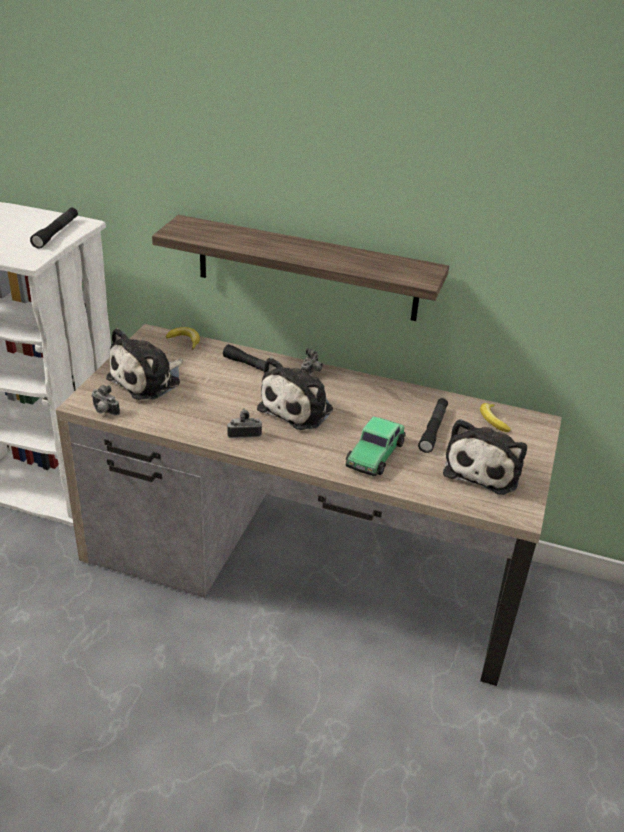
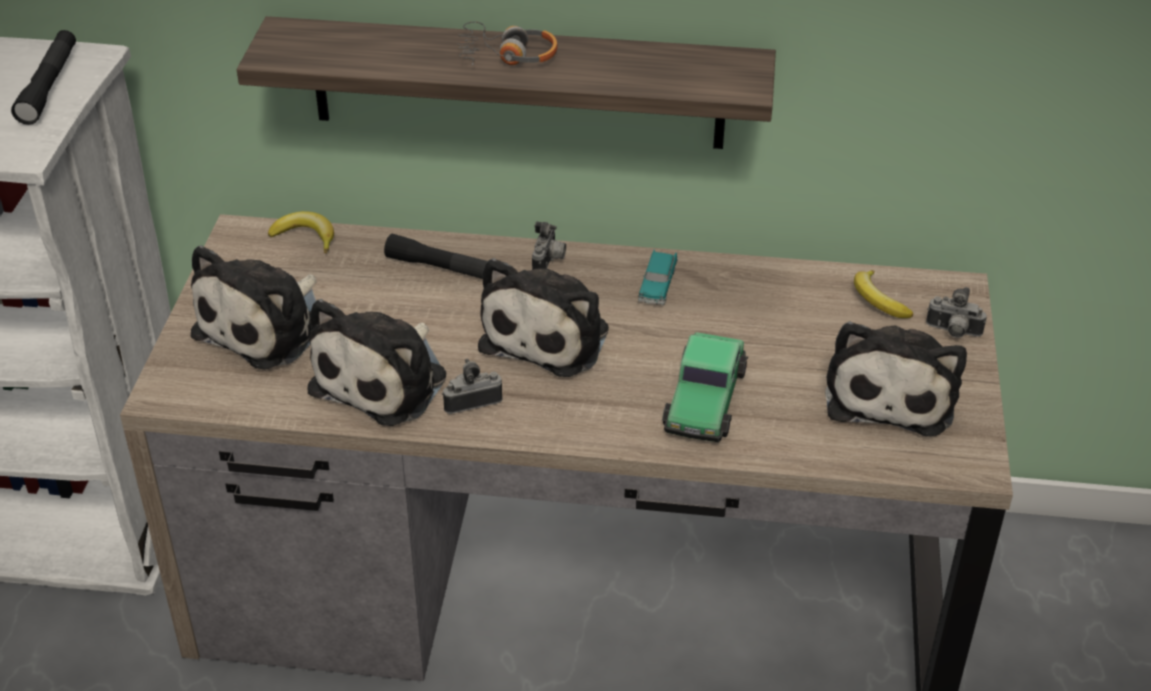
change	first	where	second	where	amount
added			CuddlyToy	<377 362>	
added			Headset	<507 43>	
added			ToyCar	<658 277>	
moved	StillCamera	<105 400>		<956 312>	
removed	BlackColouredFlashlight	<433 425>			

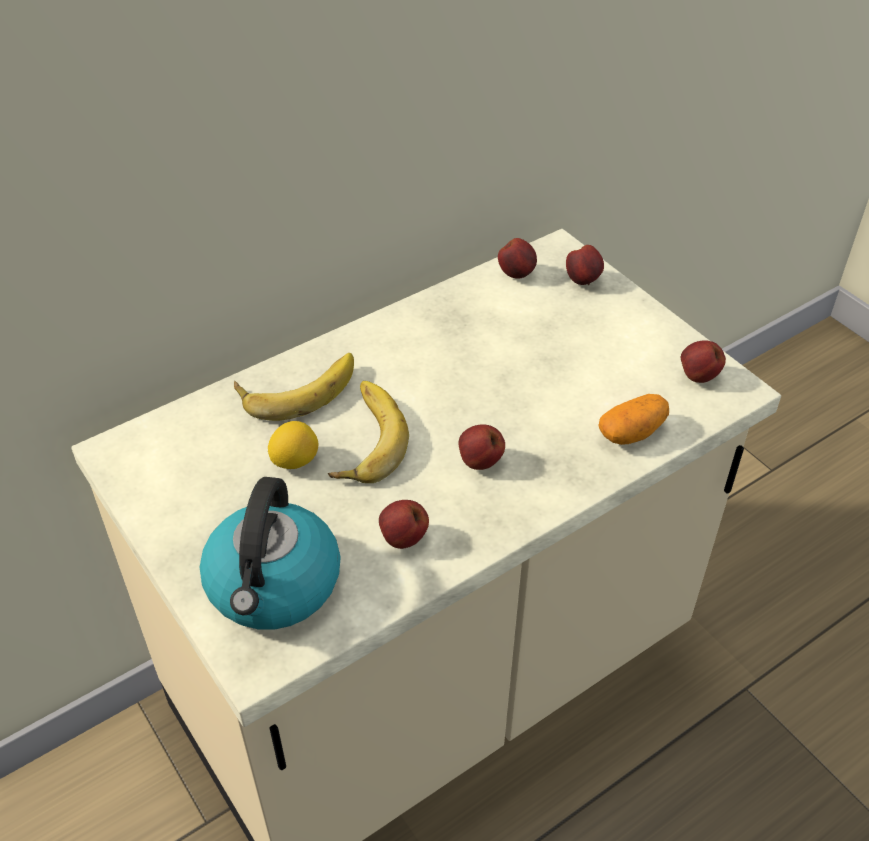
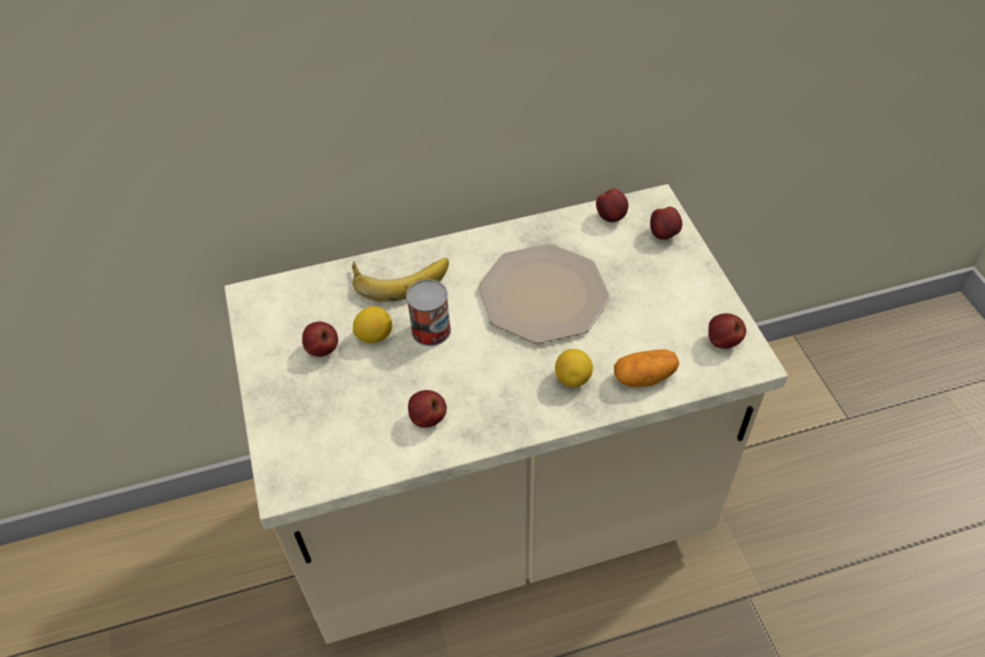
change	first	where	second	where	amount
moved	AppleFruit	<481 447>		<320 339>	
replaced	Banana	<368 432>	MetalCan	<428 312>	
added			Plate	<544 293>	
added			Lemon	<574 368>	
removed	TeaKettle	<270 553>			

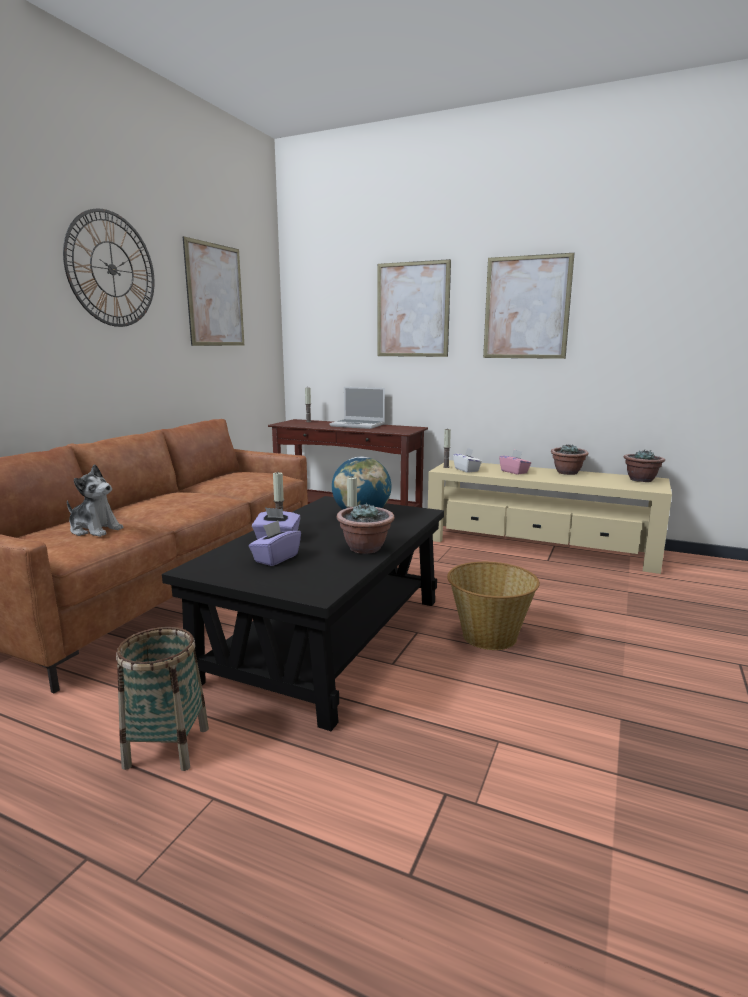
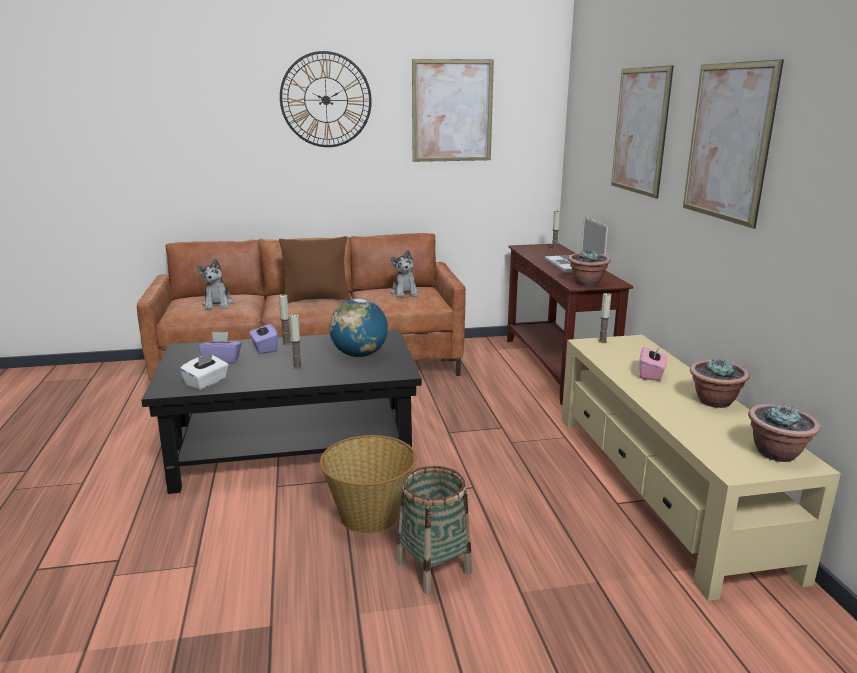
change	first	where	second	where	amount
moved	WhiteTissueHolder	<467 460>		<204 371>	
added			BrownPillow	<315 269>	
added			CuddlyToy	<405 274>	
moved	HouseholdBasket	<162 699>		<434 529>	
moved	PlantInAPot	<365 528>		<589 268>	

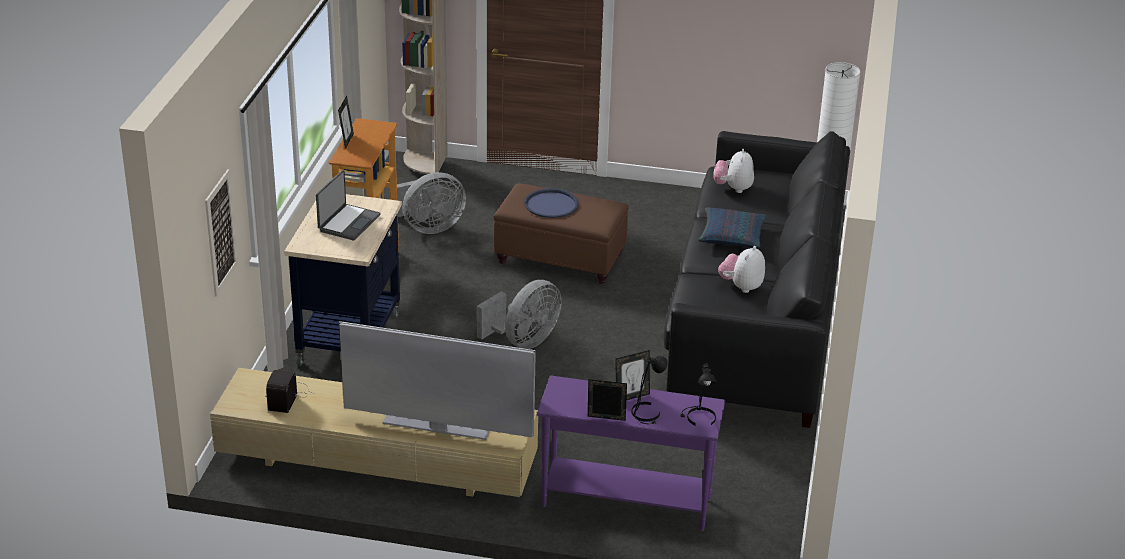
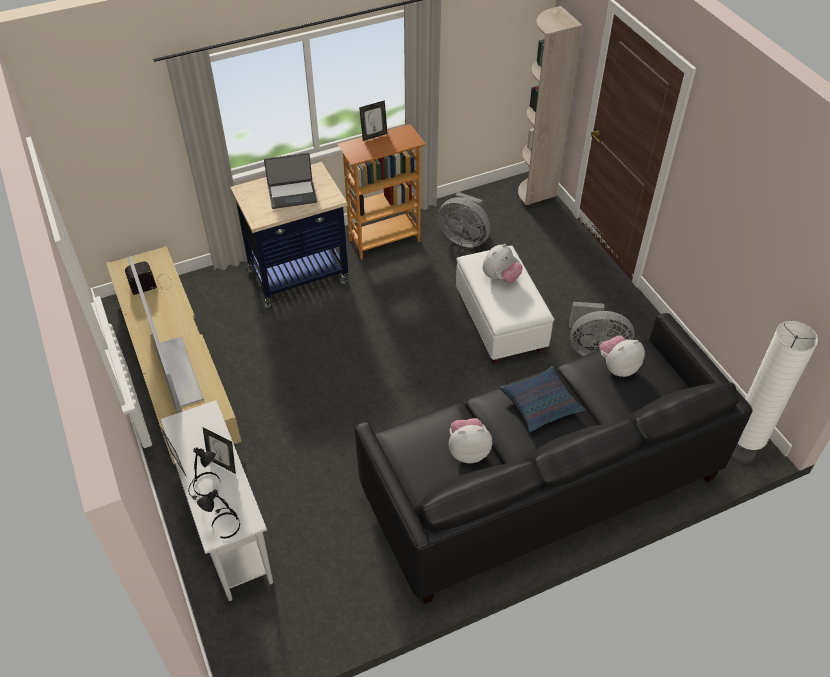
change	first	where	second	where	amount
recoloured	PurplishHallTable	<631 453>	WhiteHallTable	<216 500>	
recoloured	BrownFootrest	<561 233>	WhiteFootrest	<505 305>	
replaced	BlueColouredTray	<551 203>	CuddlyToy	<503 263>	
moved	GreyishFan	<519 314>		<602 329>	
removed	Picture	<221 233>			

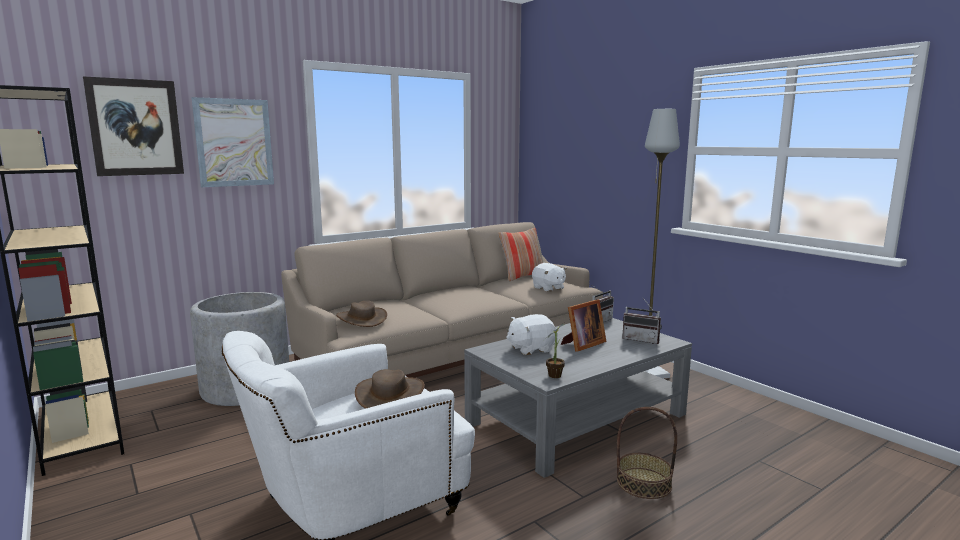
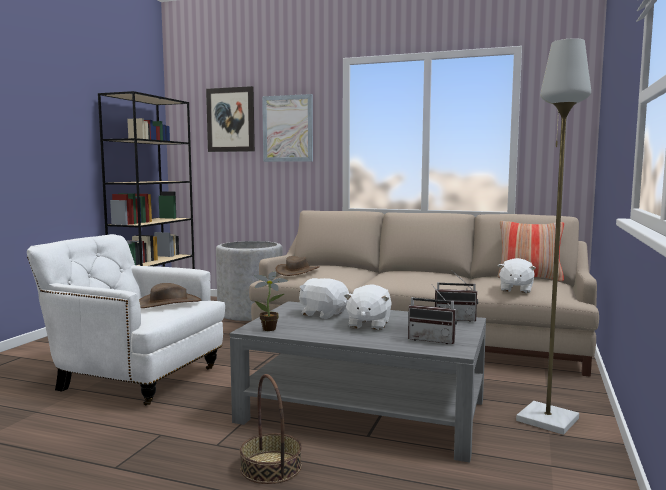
change	first	where	second	where	amount
replaced	StandingFrame	<583 325>	WhiteCuddlyToy	<368 307>	
turned	RadioReceiver	<642 320>		<432 314>	60 degrees counterclockwise

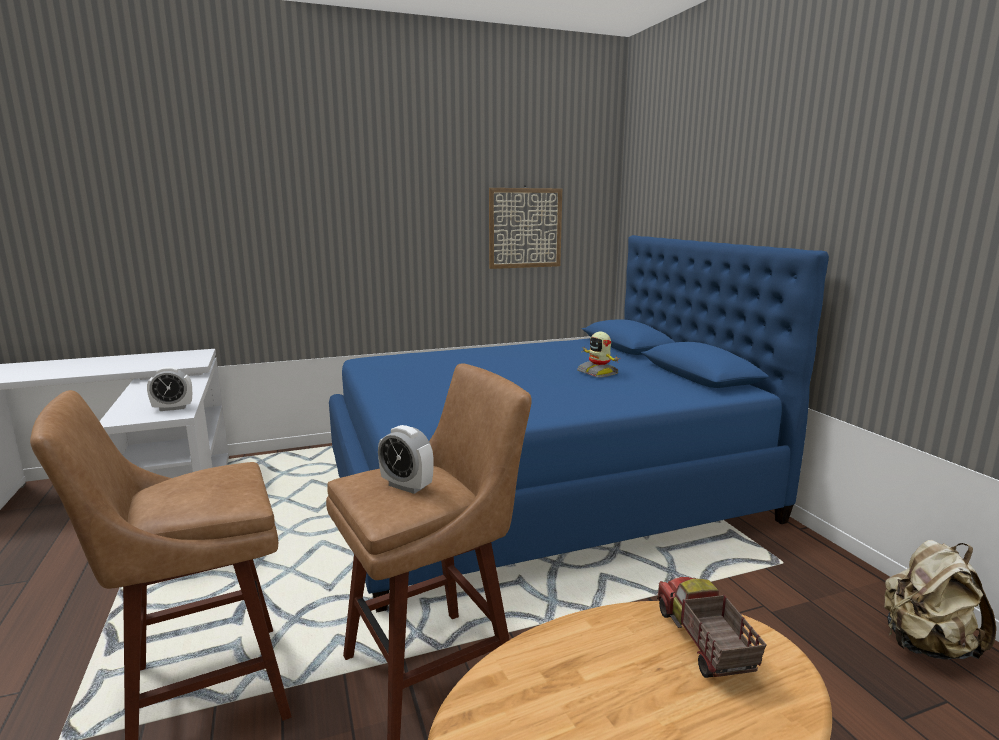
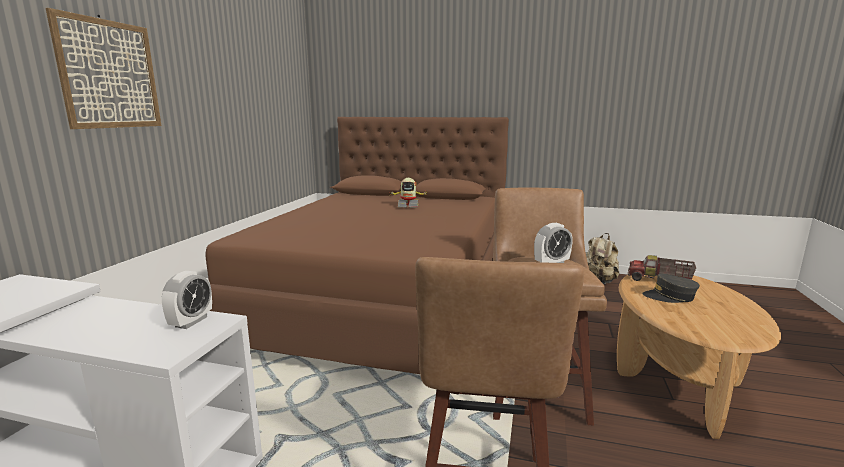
change	first	where	second	where	amount
moved	Picture	<525 227>		<103 68>	
recoloured	BlueColouredBed	<579 424>	BrownBed	<357 256>	
added			GreyishCap	<671 288>	

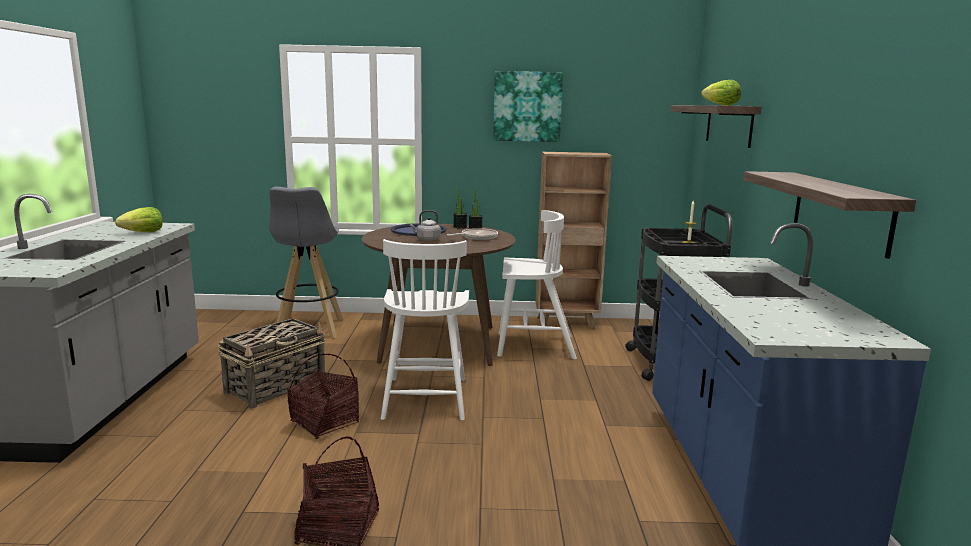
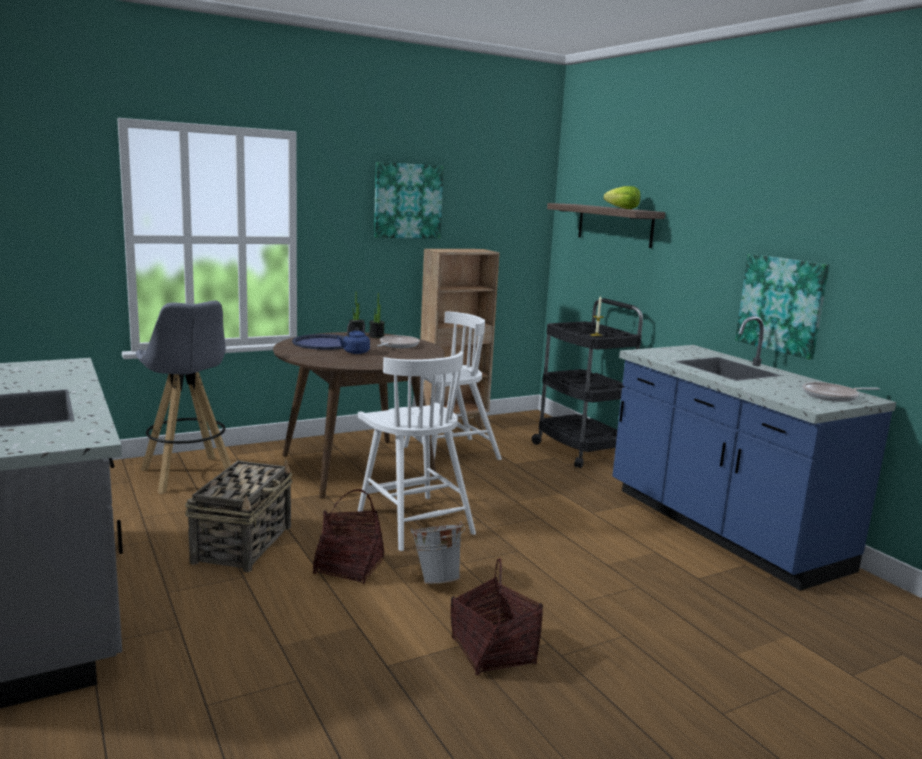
change	first	where	second	where	amount
recoloured	GreyishTeaKettle	<425 225>	BlueColouredTeaKettle	<353 337>	
added			GreyishWaterBucket	<438 552>	
replaced	BracketShelf	<829 215>	Picture	<782 306>	
added			Skillet	<841 392>	
removed	LettuceHead	<139 219>			

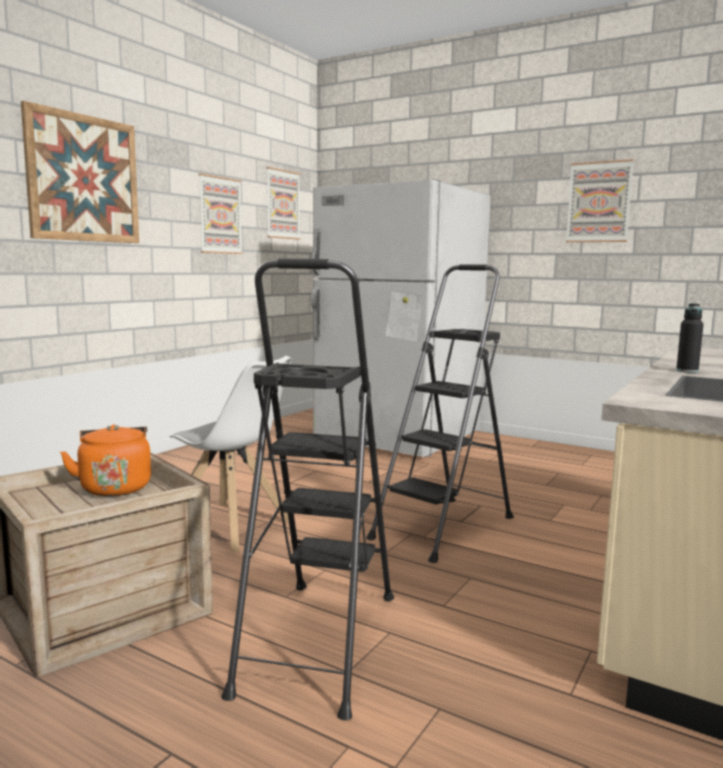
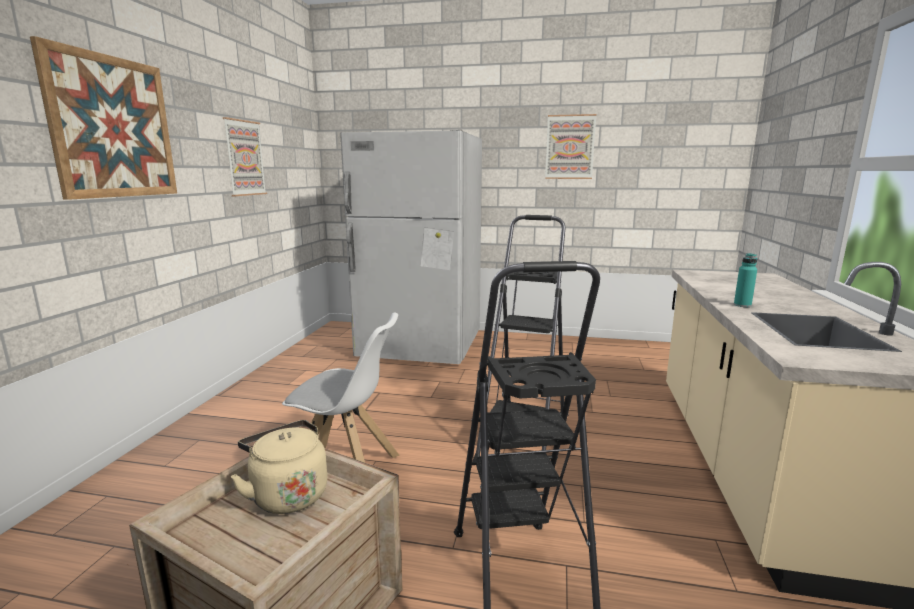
change	first	where	second	where	amount
recoloured	OrangeyTeaKettle	<105 460>	BeigeTeaKettle	<278 467>	
recoloured	BlackColouredBeverageBottle	<690 338>	BlueGreenBeverageBottle	<745 280>	
removed	Picture	<283 203>			

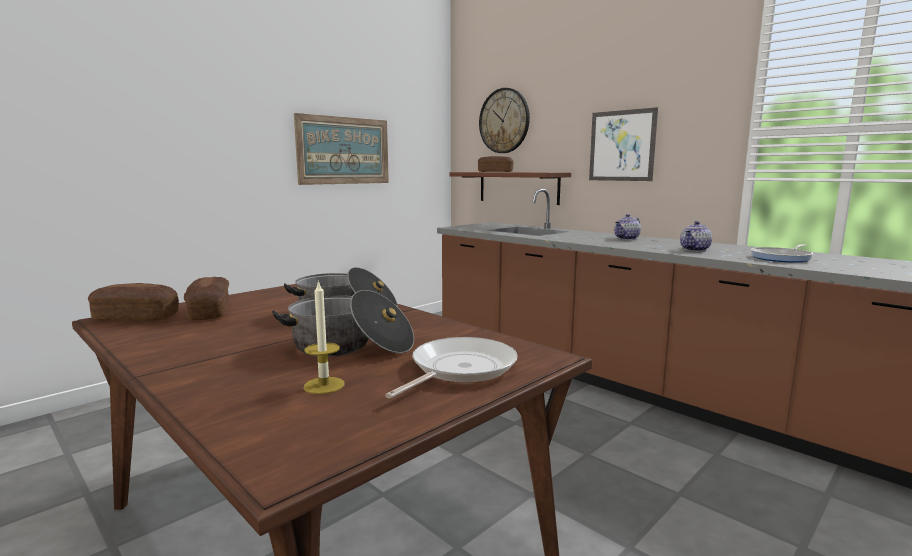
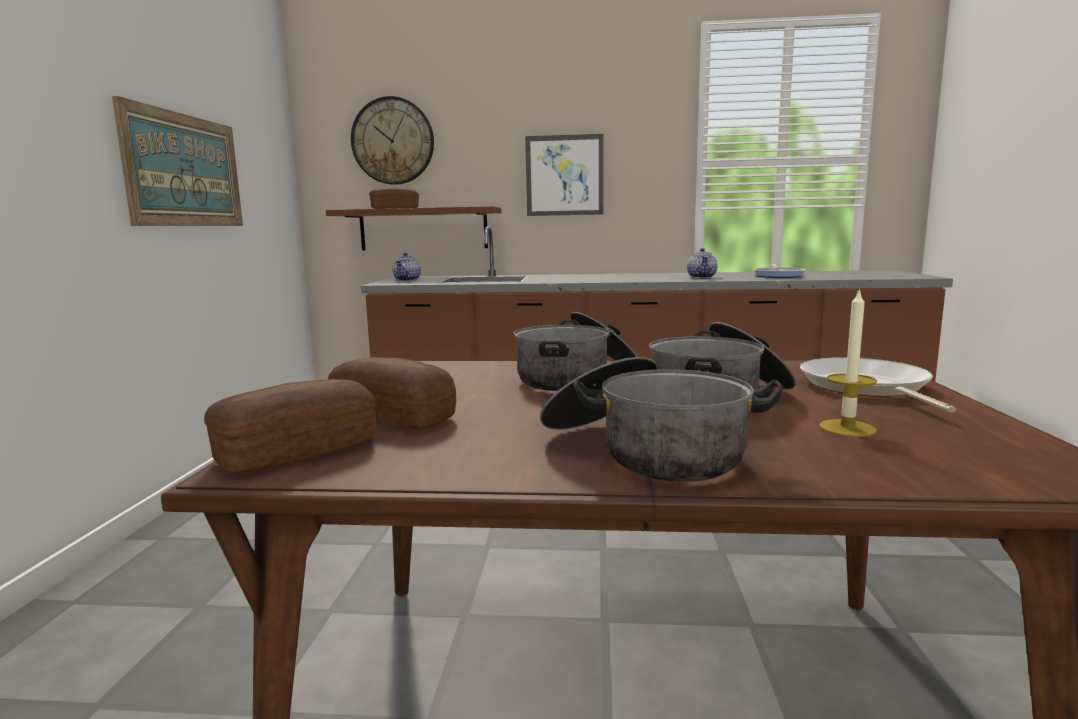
change	first	where	second	where	amount
moved	TeaPot	<627 227>		<407 267>	
added			Stockpot	<661 419>	

